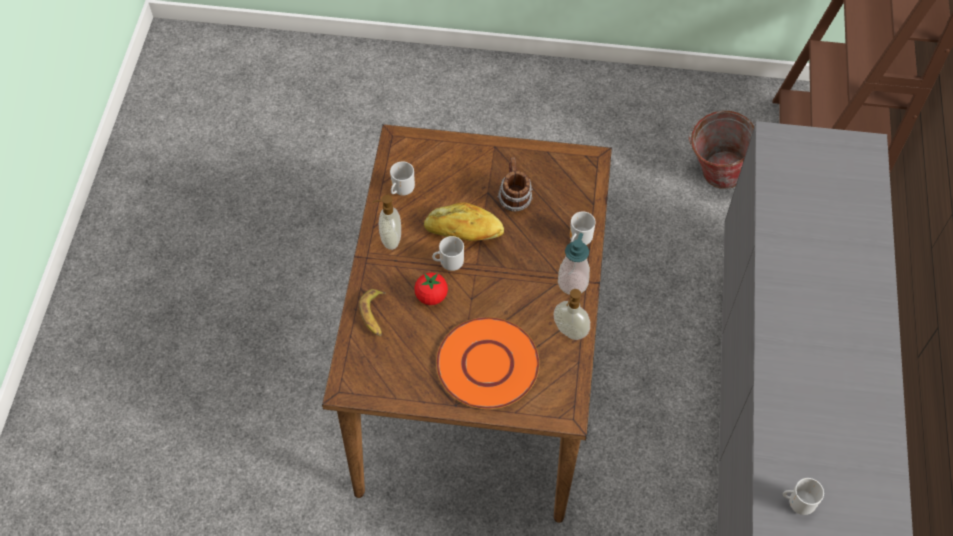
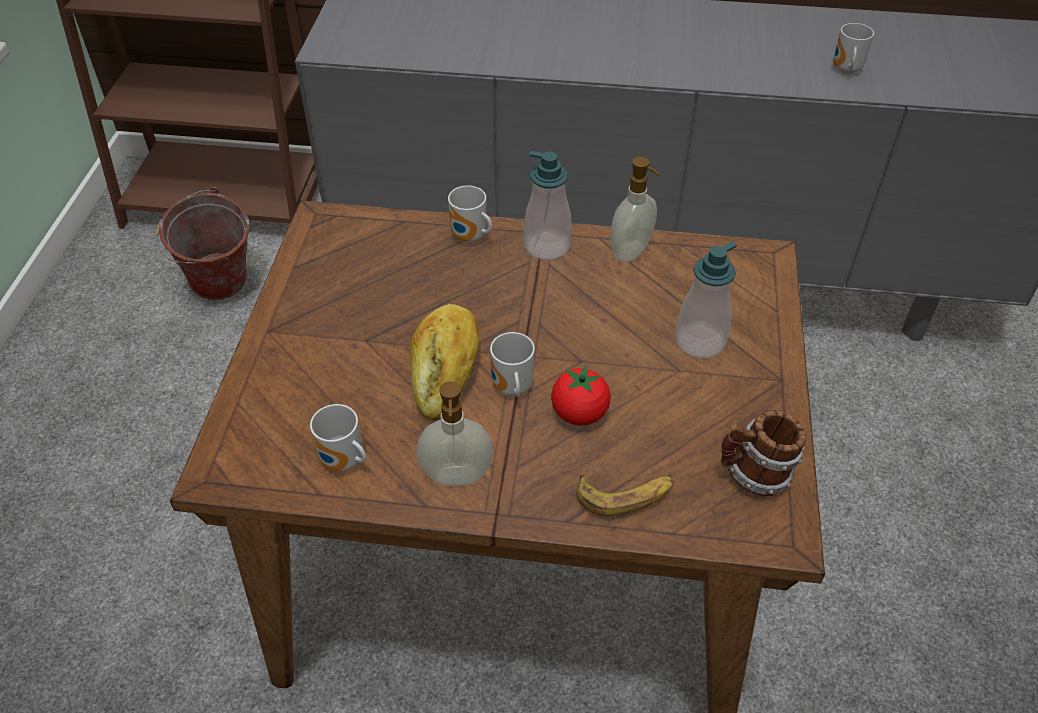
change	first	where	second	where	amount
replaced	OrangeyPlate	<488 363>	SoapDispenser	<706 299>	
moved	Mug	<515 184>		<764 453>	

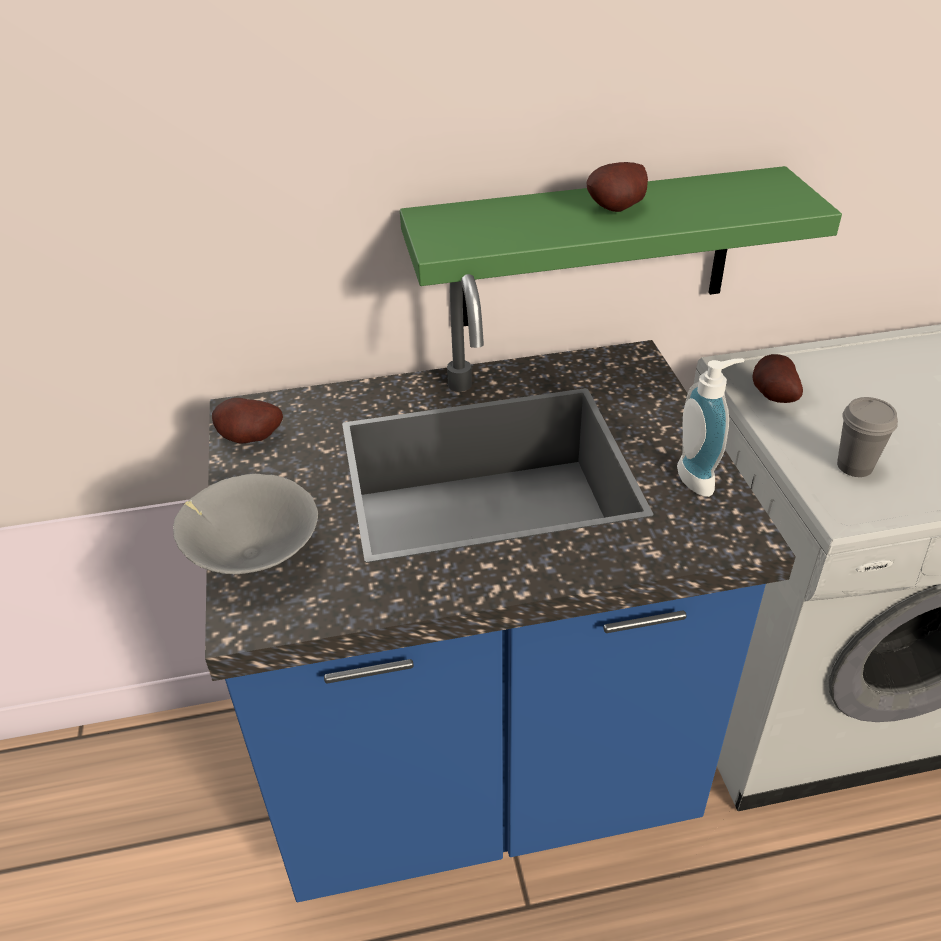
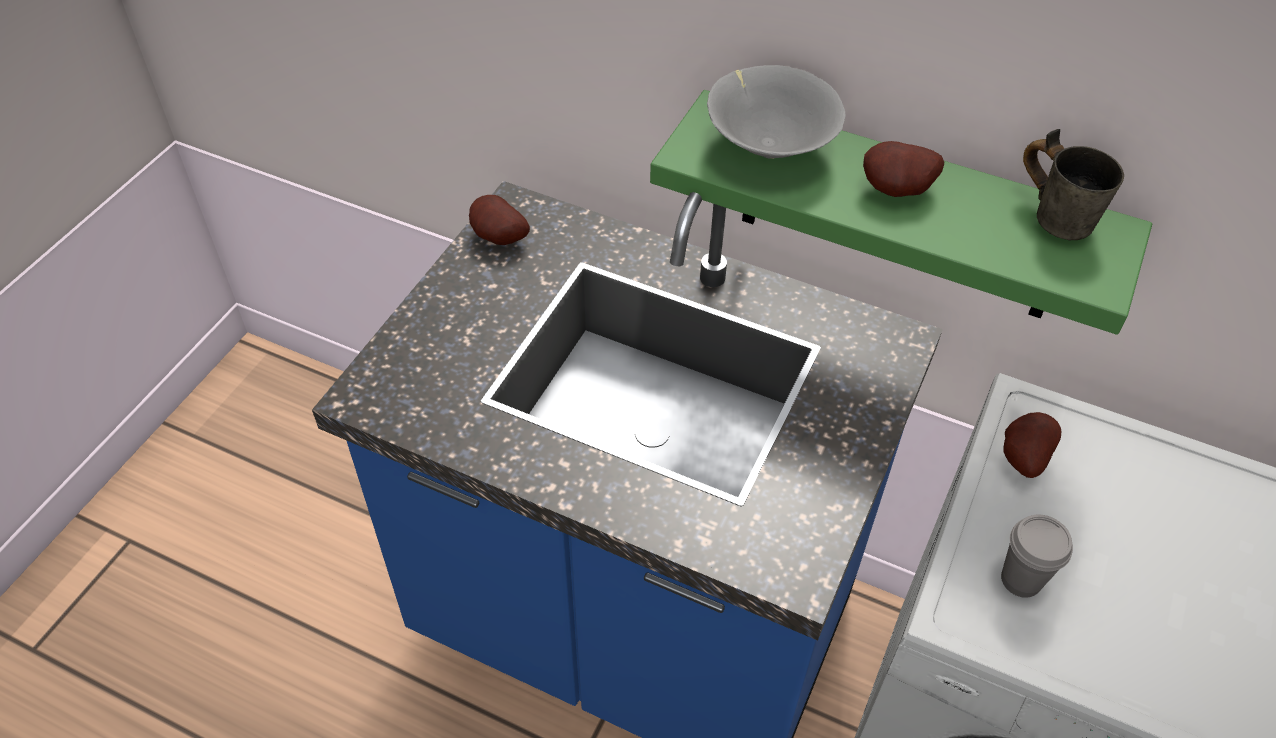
change	first	where	second	where	amount
moved	GreyishServingBowl	<245 524>		<776 112>	
added			GreyishMug	<1073 184>	
removed	SoapDispenser	<710 427>			

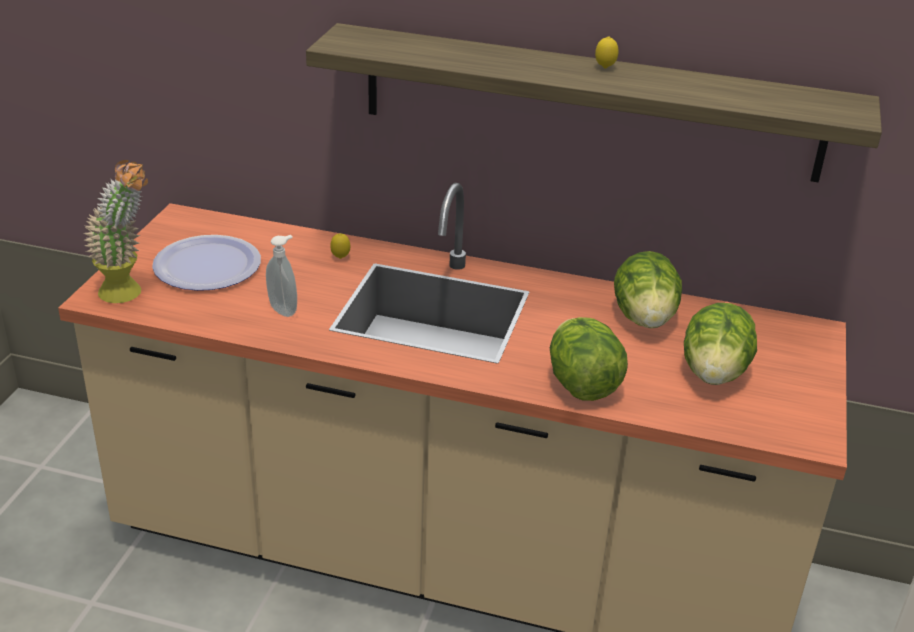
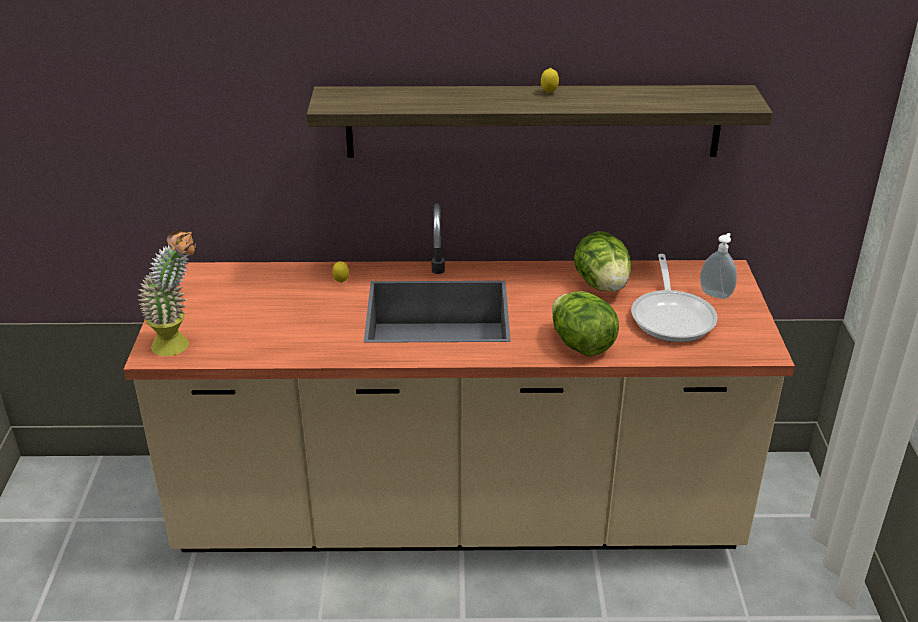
change	first	where	second	where	amount
replaced	LettuceHead	<720 344>	Skillet	<674 298>	
moved	SoapDispenser	<281 276>		<718 266>	
removed	Plate	<206 263>			

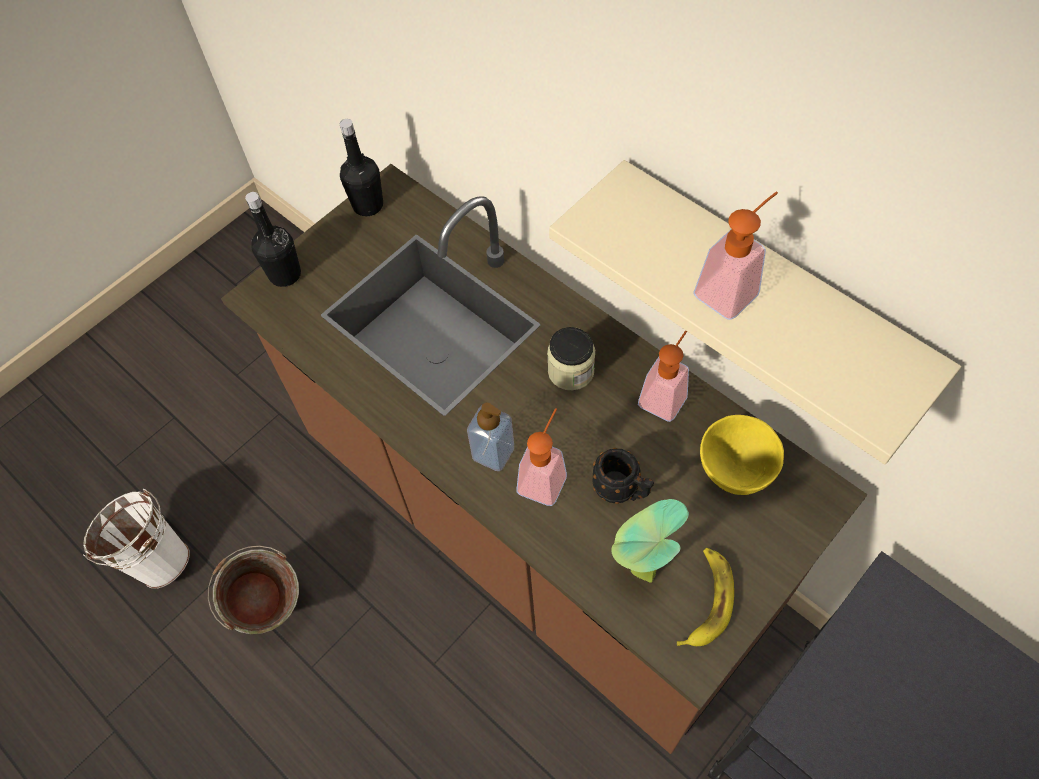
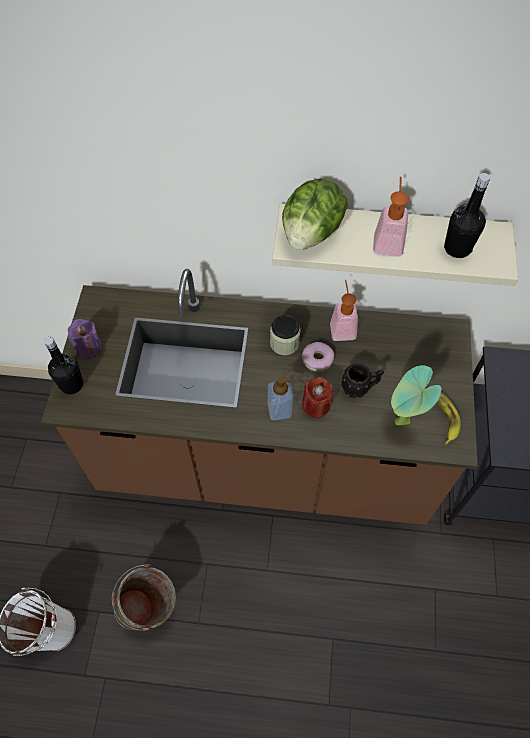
change	first	where	second	where	amount
added			PurplishWaxCandle	<85 339>	
added			LettuceHead	<315 214>	
added			Donut	<318 357>	
replaced	SoapDispenser	<542 457>	ReddishWaxCandle	<317 397>	
moved	BlackColouredBeverageBottle	<361 167>		<467 215>	
removed	YellowishServingBowl	<742 455>			

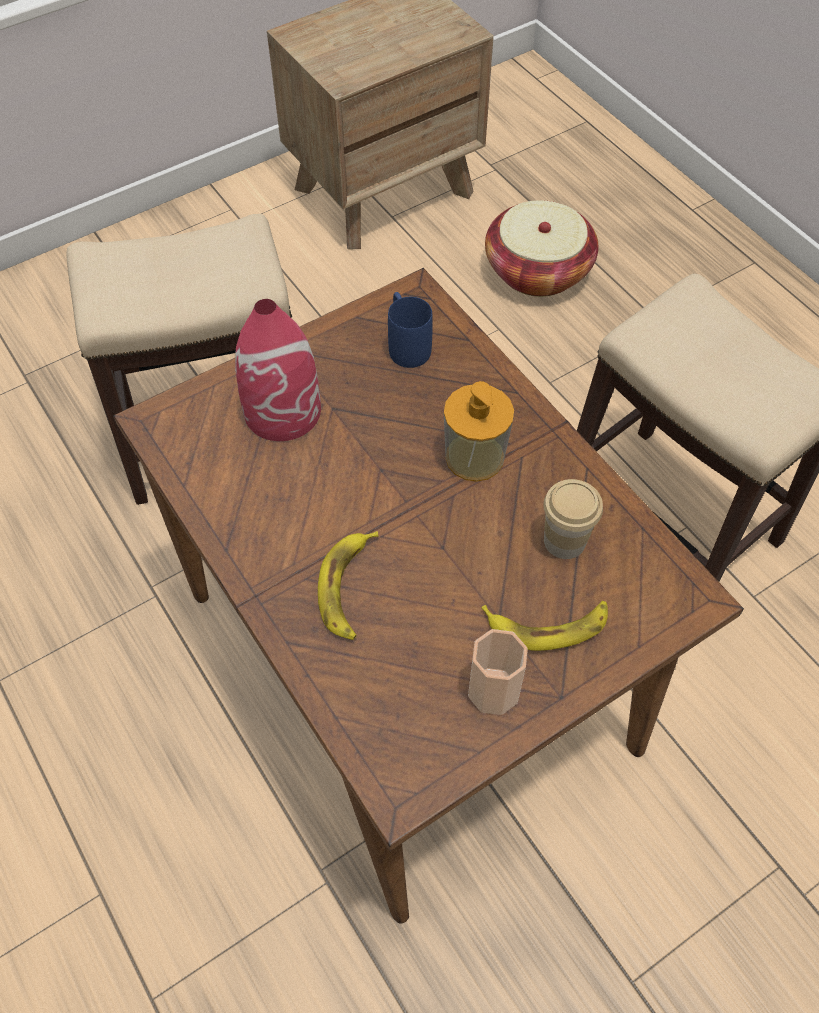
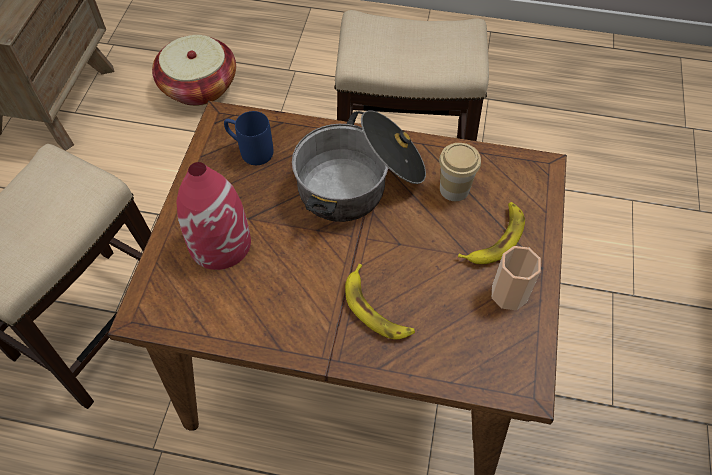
change	first	where	second	where	amount
replaced	SoapDispenser	<479 431>	Stockpot	<359 166>	

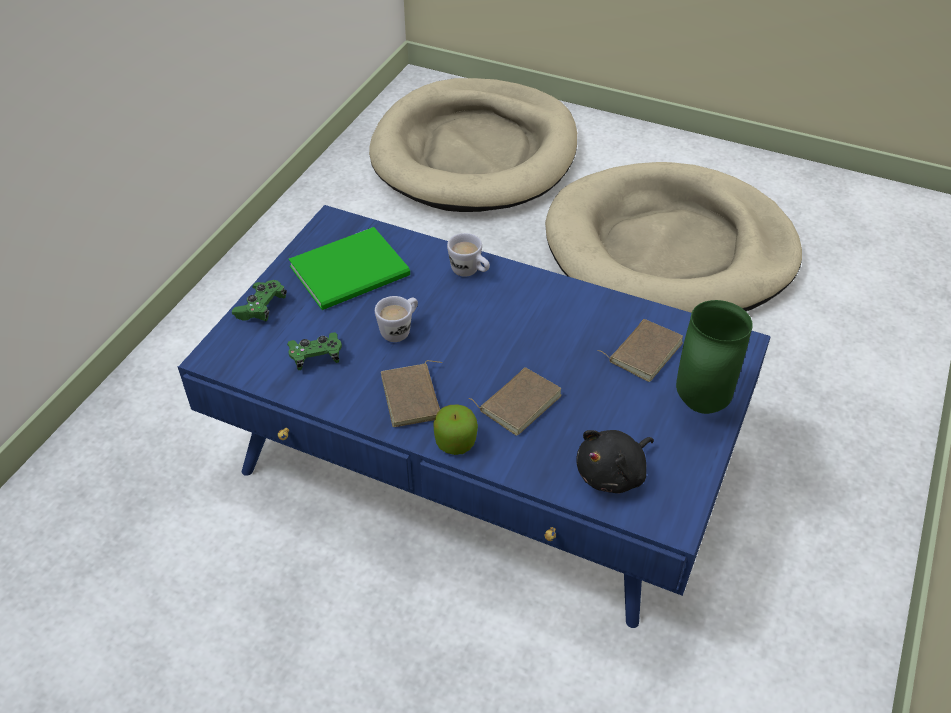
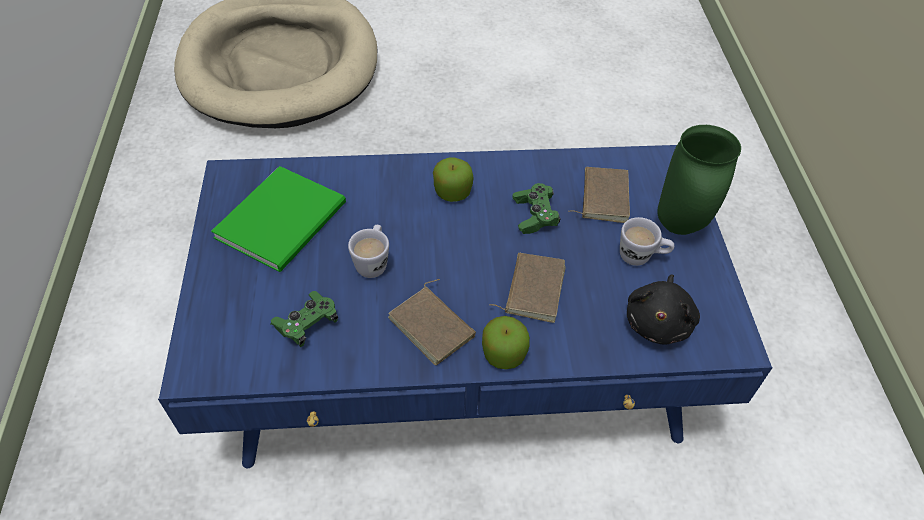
change	first	where	second	where	amount
added			AppleFruit	<453 179>	
moved	GreenishGameController	<259 301>		<536 208>	
moved	WhiteMug	<468 255>		<647 241>	
removed	BeigeDogCushion	<673 237>			

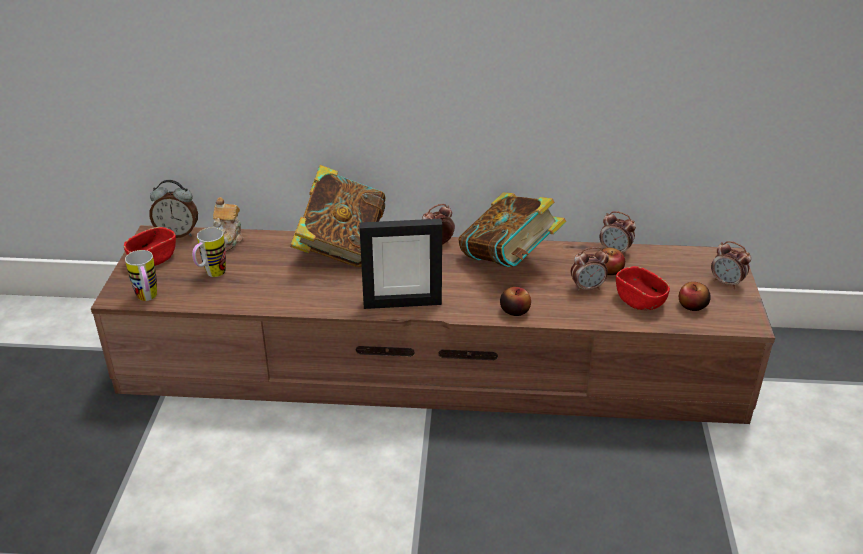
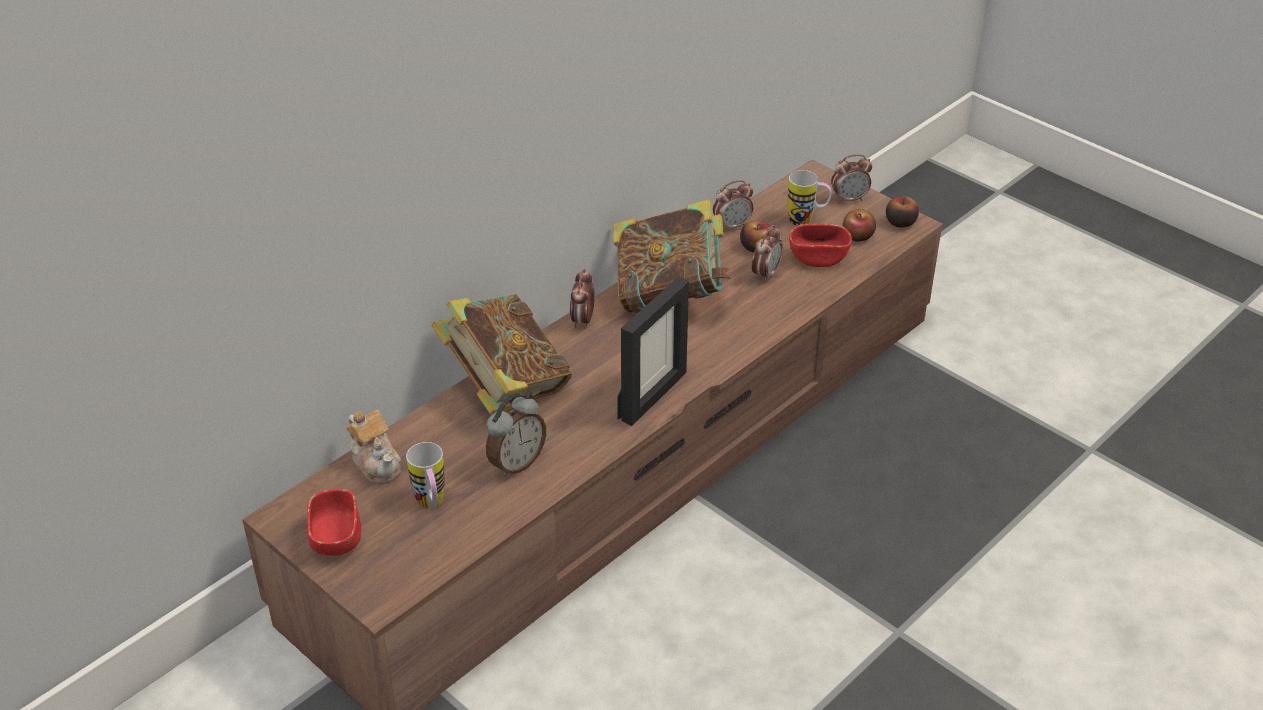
change	first	where	second	where	amount
moved	AlarmClock	<173 209>		<516 435>	
moved	Mug	<141 275>		<810 198>	
moved	AppleFruit	<515 301>		<902 212>	

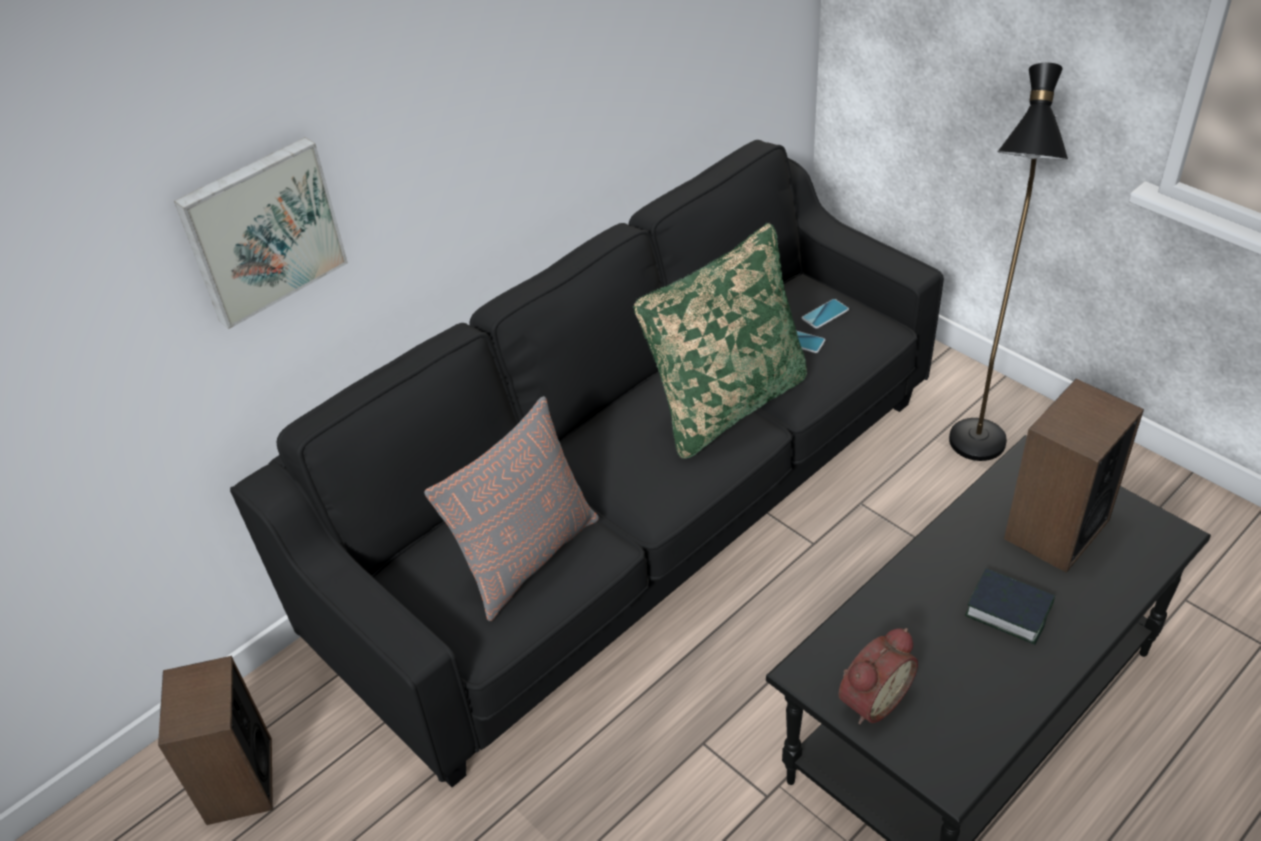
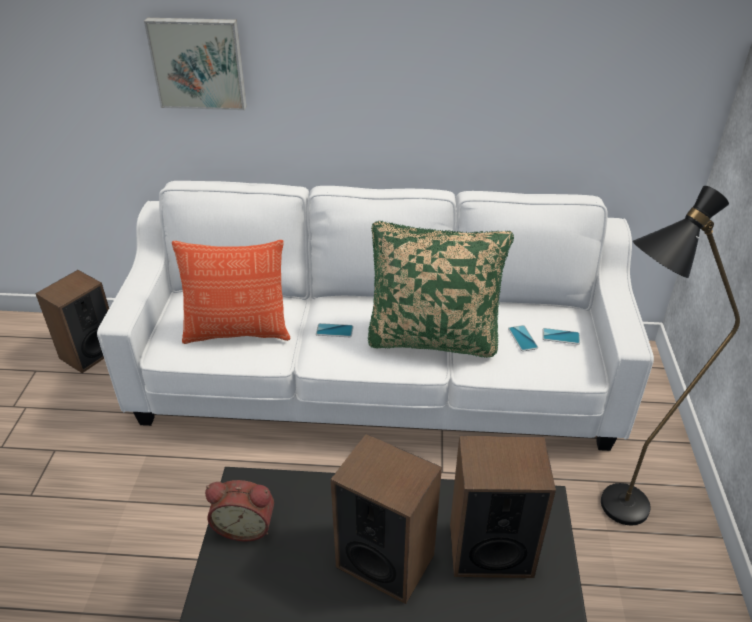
change	first	where	second	where	amount
recoloured	BlackColouredSettee	<587 463>	WhiteSettee	<375 316>	
recoloured	GreyishPillow	<511 508>	OrangeyPillow	<231 292>	
added			Handset	<335 330>	
replaced	Book	<1010 606>	AudioSpeaker	<386 519>	

